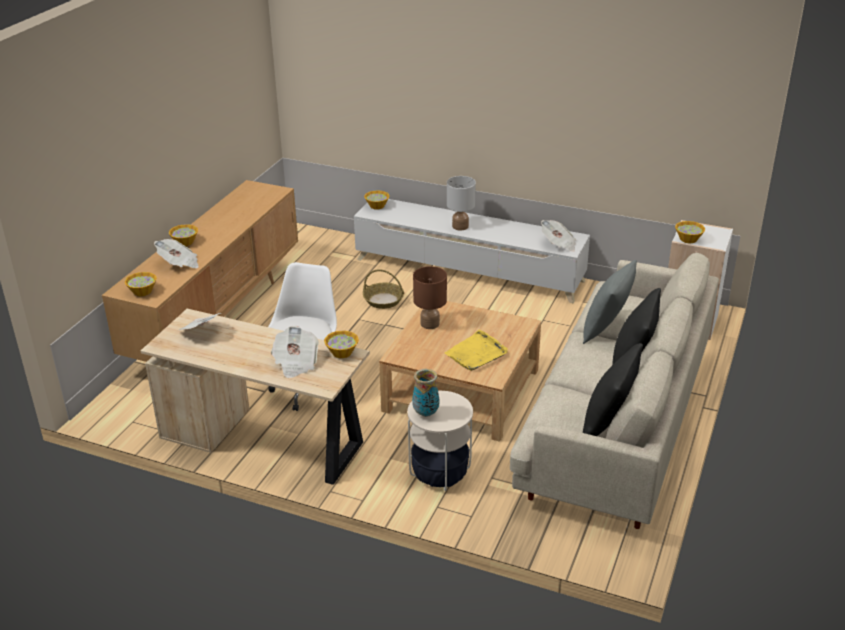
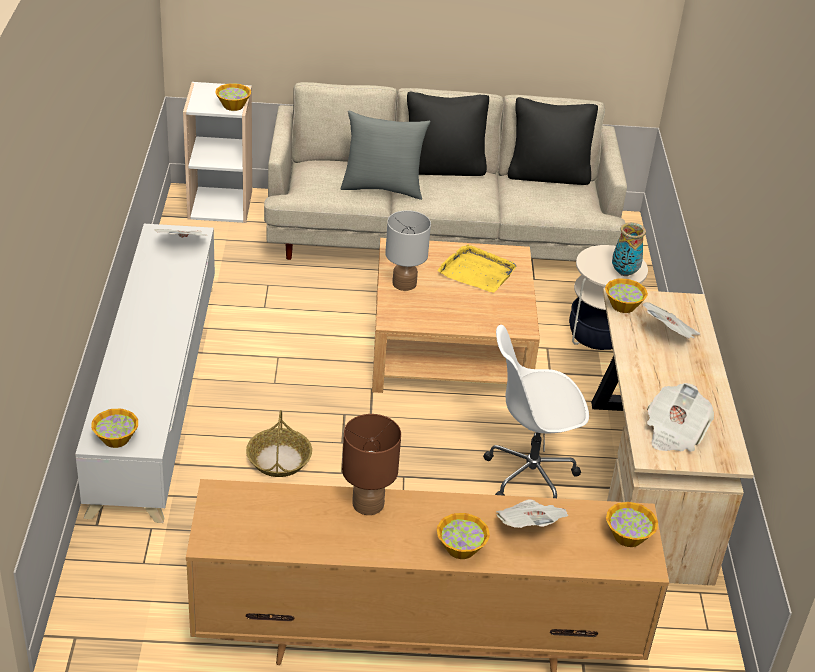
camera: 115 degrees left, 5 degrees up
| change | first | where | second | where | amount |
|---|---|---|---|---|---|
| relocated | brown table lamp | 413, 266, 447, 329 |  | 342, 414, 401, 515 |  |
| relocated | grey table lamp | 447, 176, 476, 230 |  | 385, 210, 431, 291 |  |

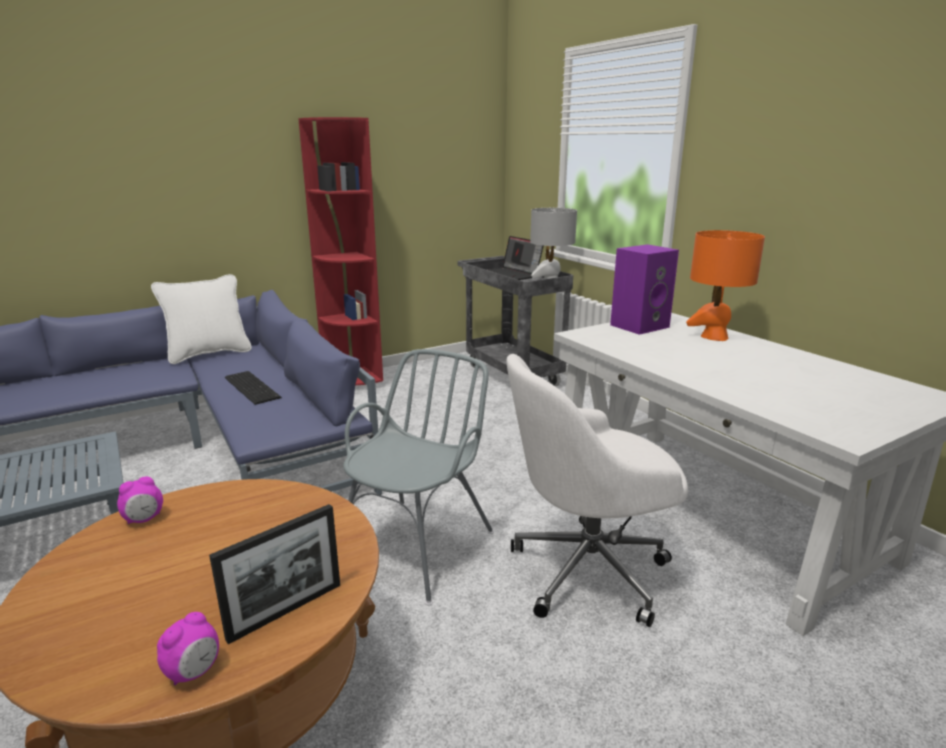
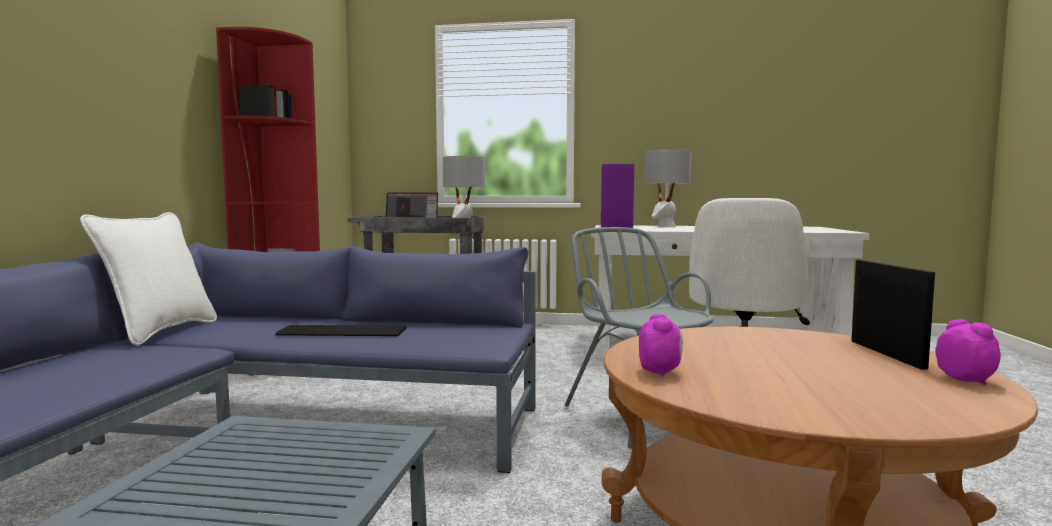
camera: 50 degrees left, 15 degrees down
| change | first | where | second | where | amount |
|---|---|---|---|---|---|
| colour | orange table lamp | 686, 230, 765, 341 | grey table lamp | 644, 149, 691, 227 |  |

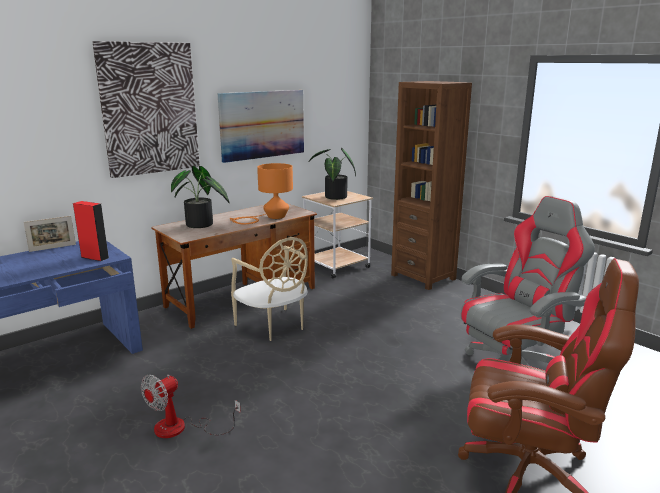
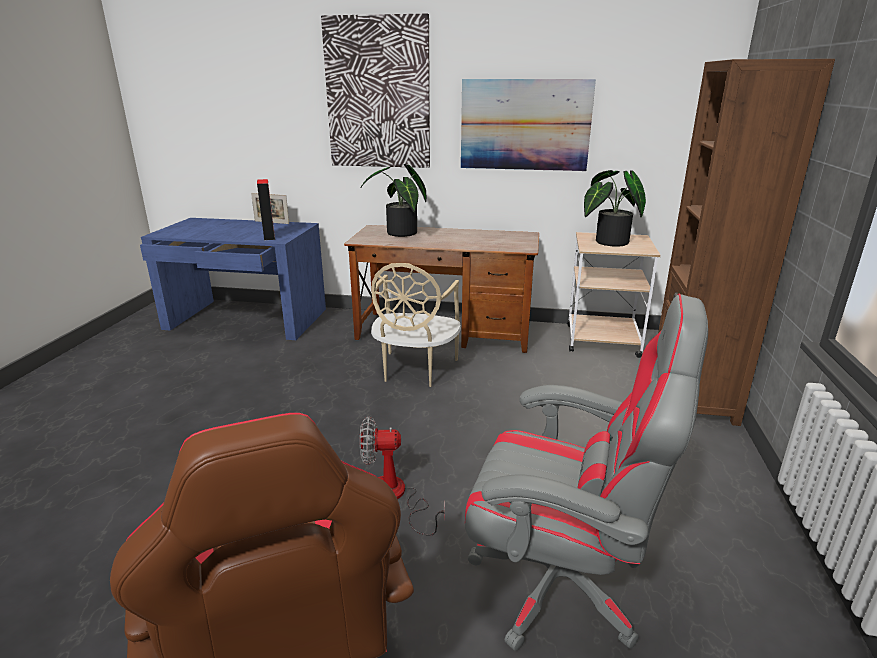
camera: 50 degrees right, 5 degrees up
| change | first | where | second | where | amount |
|---|---|---|---|---|---|
| missing | orange table lamp | 230, 163, 293, 224 |  |  |  |
| relocated | fan | 141, 375, 241, 438 |  | 360, 416, 445, 536 |  |

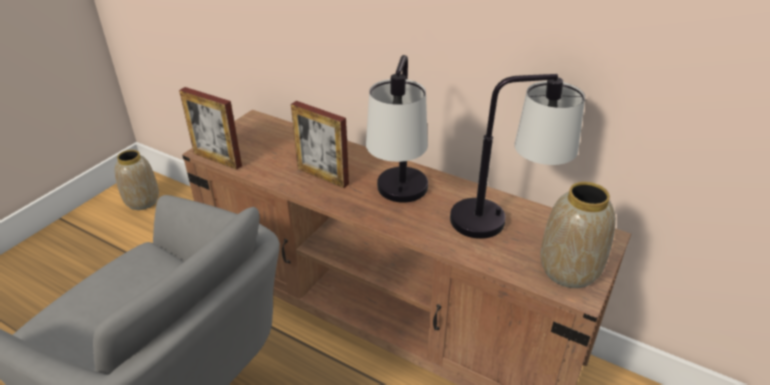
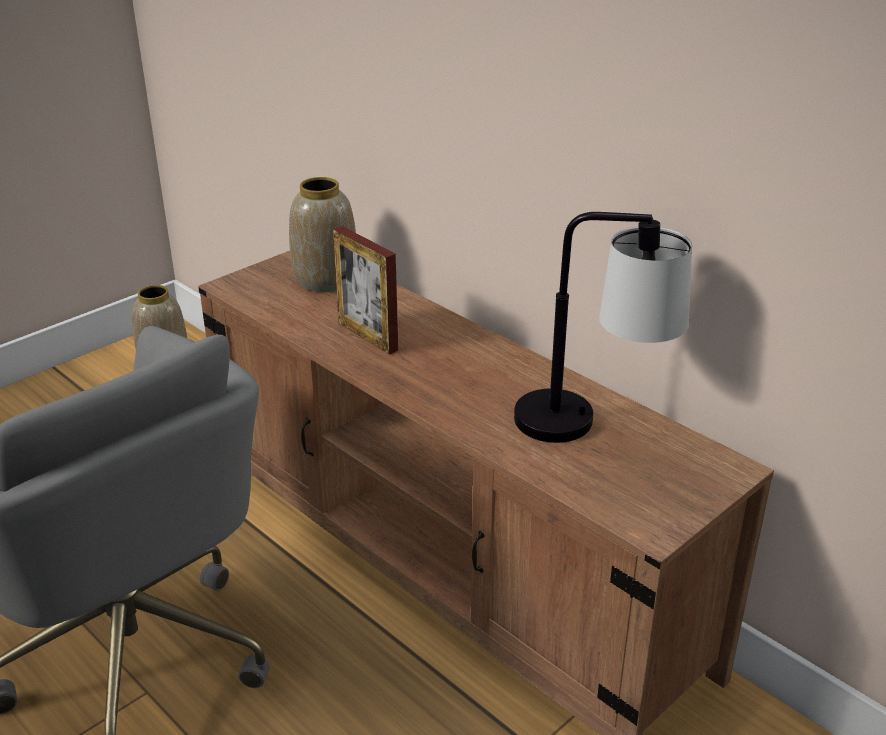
camera: 15 degrees right, 5 degrees down
| change | first | where | second | where | amount |
|---|---|---|---|---|---|
| missing | picture frame | 179, 87, 242, 170 |  |  |  |
| missing | table lamp | 366, 55, 428, 203 |  |  |  |
| relocated | vase | 540, 182, 616, 288 |  | 289, 177, 356, 292 |  |

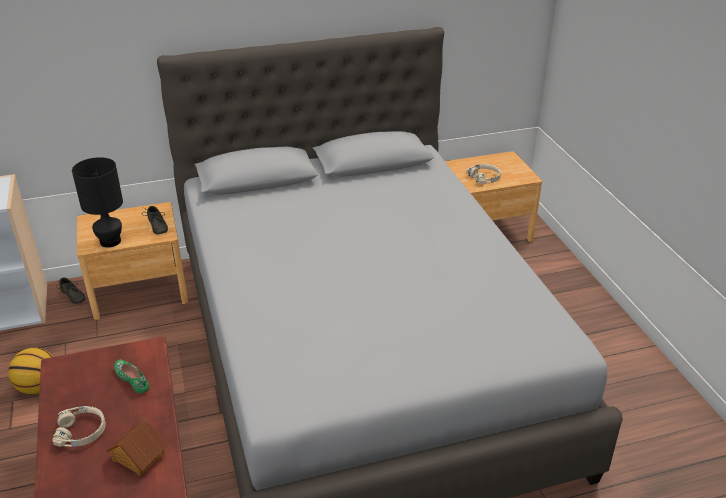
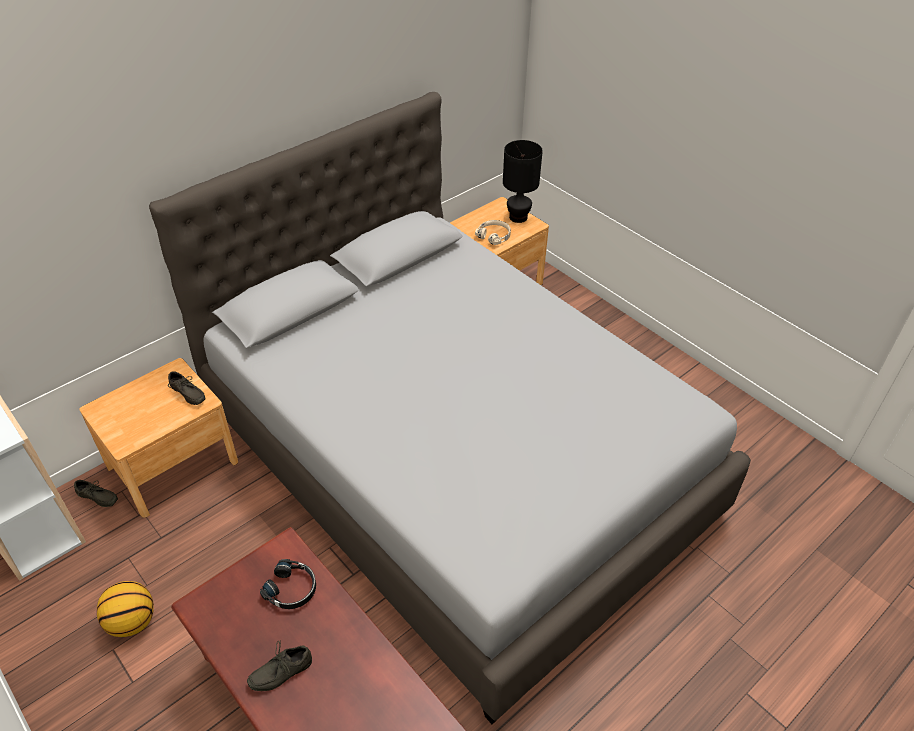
camera: 25 degrees left, 10 degrees up
| change | first | where | second | where | amount |
|---|---|---|---|---|---|
| missing | toy house | 106, 419, 168, 476 |  |  |  |
| relocated | black table lamp | 72, 157, 123, 248 |  | 503, 140, 543, 223 |  |
| exchanged | beige headphones | 52, 406, 106, 447 | grey shoe | 247, 640, 312, 691 |  |
| exchanged | green shoe | 114, 360, 149, 394 | black headphones | 260, 559, 316, 609 |  |

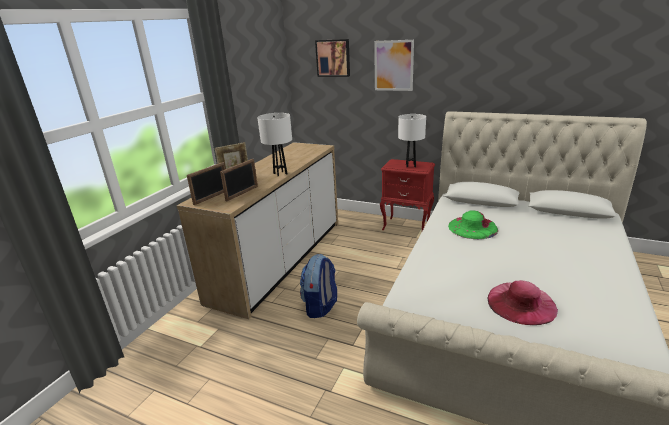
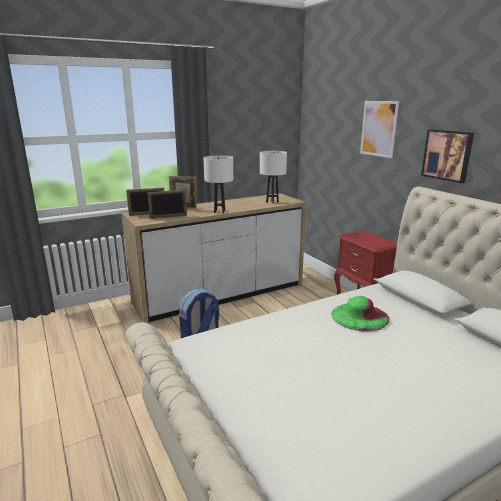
camera: 35 degrees right, 5 degrees down
| change | first | where | second | where | amount |
|---|---|---|---|---|---|
| missing | pink hat | 487, 280, 558, 325 |  |  |  |
| relocated | picture | 315, 39, 350, 77 |  | 421, 129, 474, 183 |  |
| relocated | white table lamp | 398, 114, 426, 167 |  | 260, 151, 287, 204 |  |

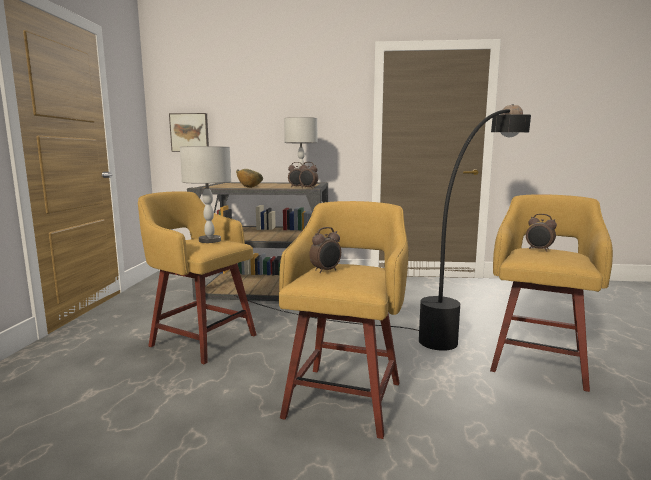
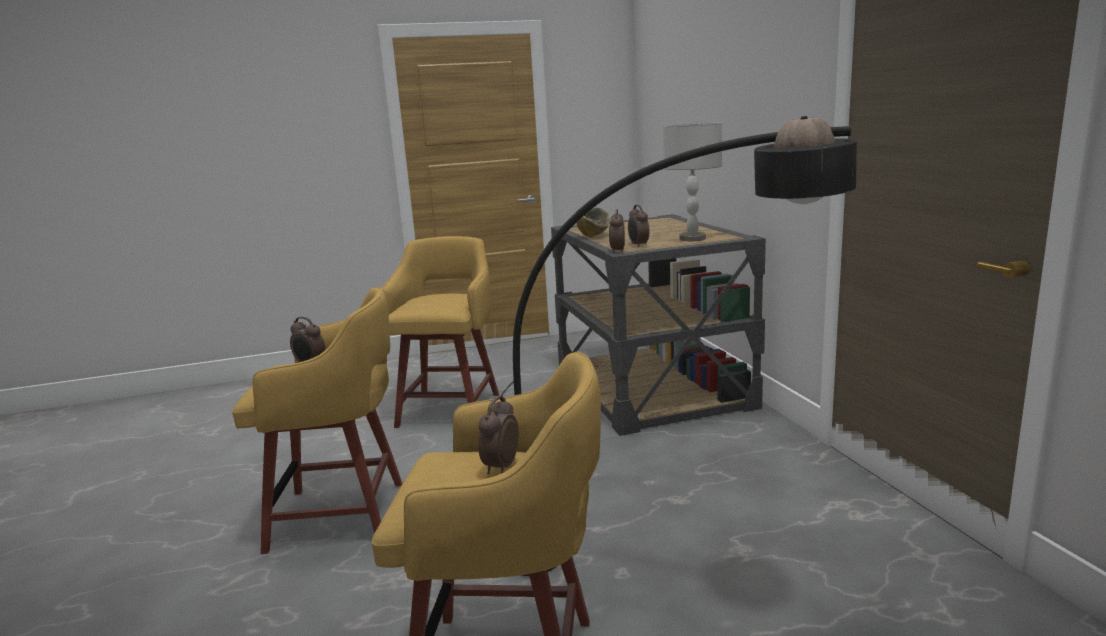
camera: 70 degrees right, 5 degrees up
| change | first | where | second | where | amount |
|---|---|---|---|---|---|
| missing | picture | 169, 113, 209, 152 |  |  |  |
| missing | grey table lamp | 180, 146, 231, 243 |  |  |  |

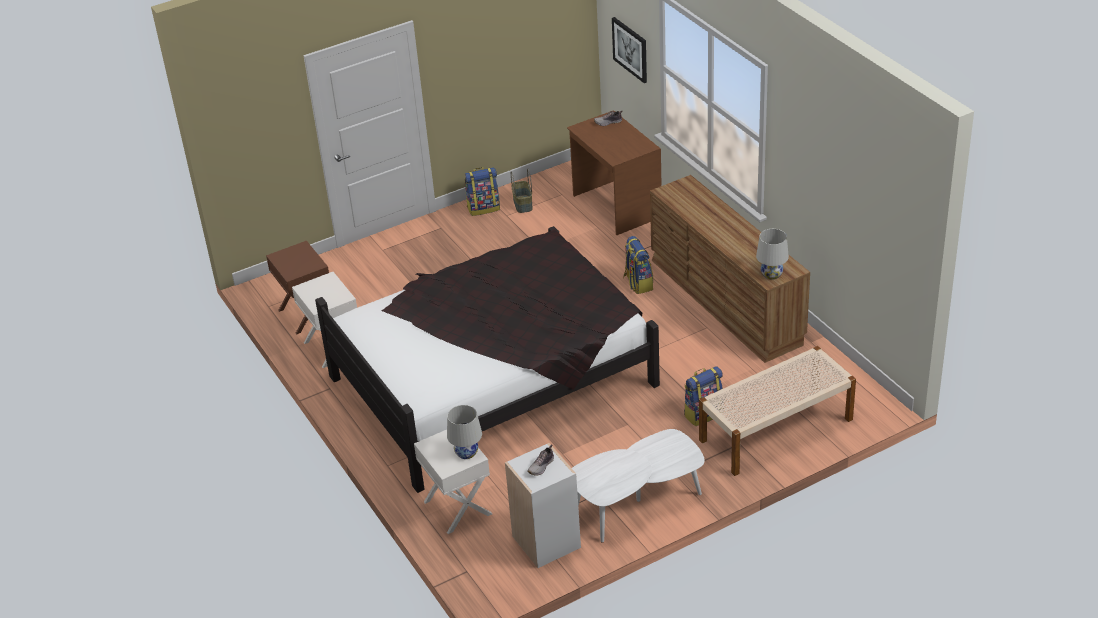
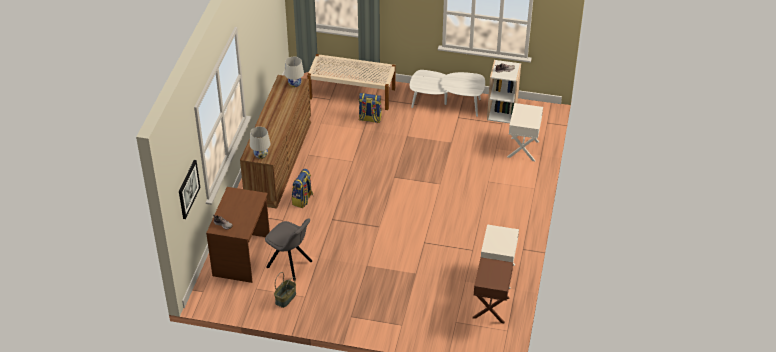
camera: 140 degrees left, 5 degrees up
| change | first | where | second | where | amount |
|---|---|---|---|---|---|
| missing | black bed | 315, 226, 660, 493 |  |  |  |
| missing | backpack | 464, 167, 500, 216 |  |  |  |
| appeared |  |  | grey chair | 265, 218, 312, 280 |  |
| relocated | white table lamp | 447, 405, 482, 459 |  | 250, 127, 271, 159 |  |

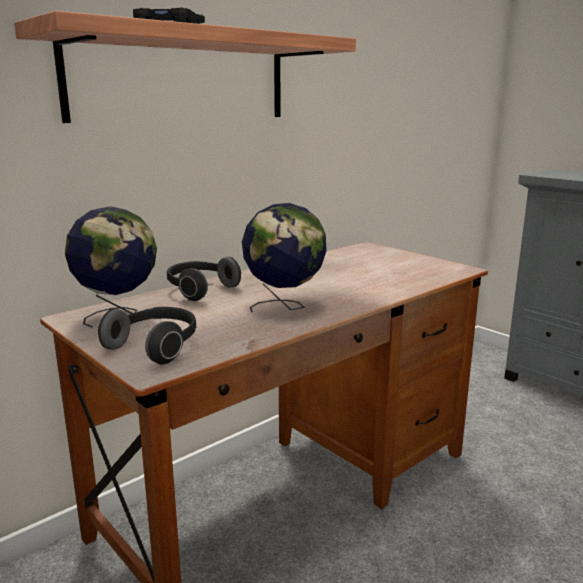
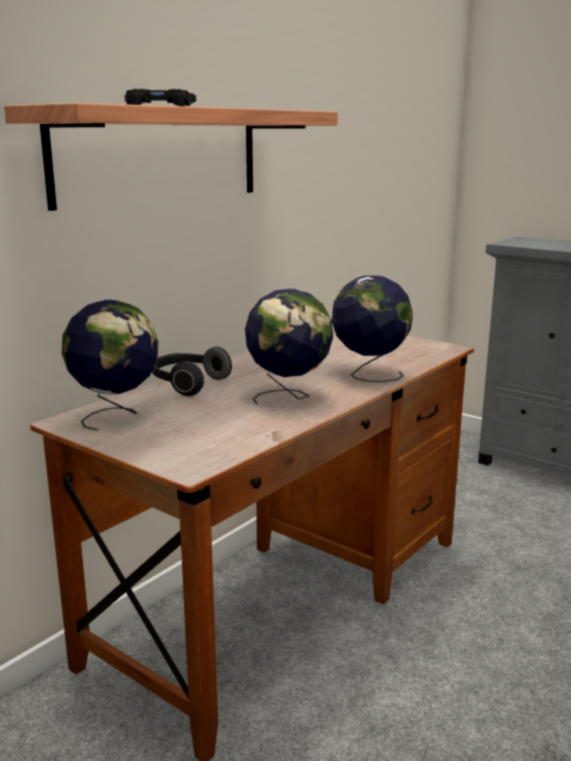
camera: 10 degrees left, 0 degrees up
| change | first | where | second | where | amount |
|---|---|---|---|---|---|
| missing | headphones | 98, 307, 196, 365 |  |  |  |
| appeared |  |  | globe | 332, 275, 413, 382 |  |

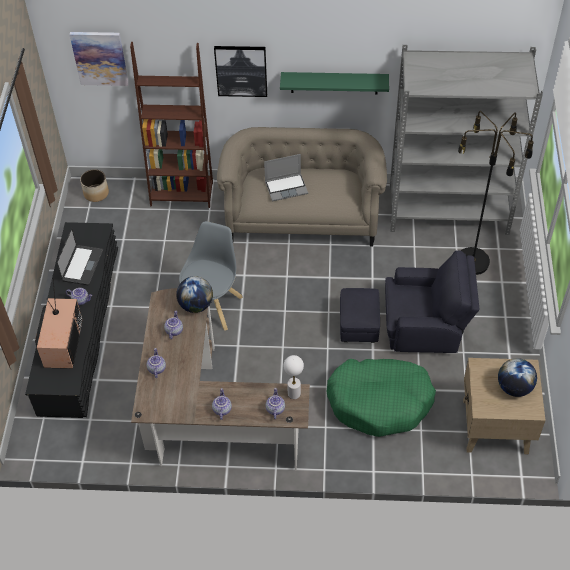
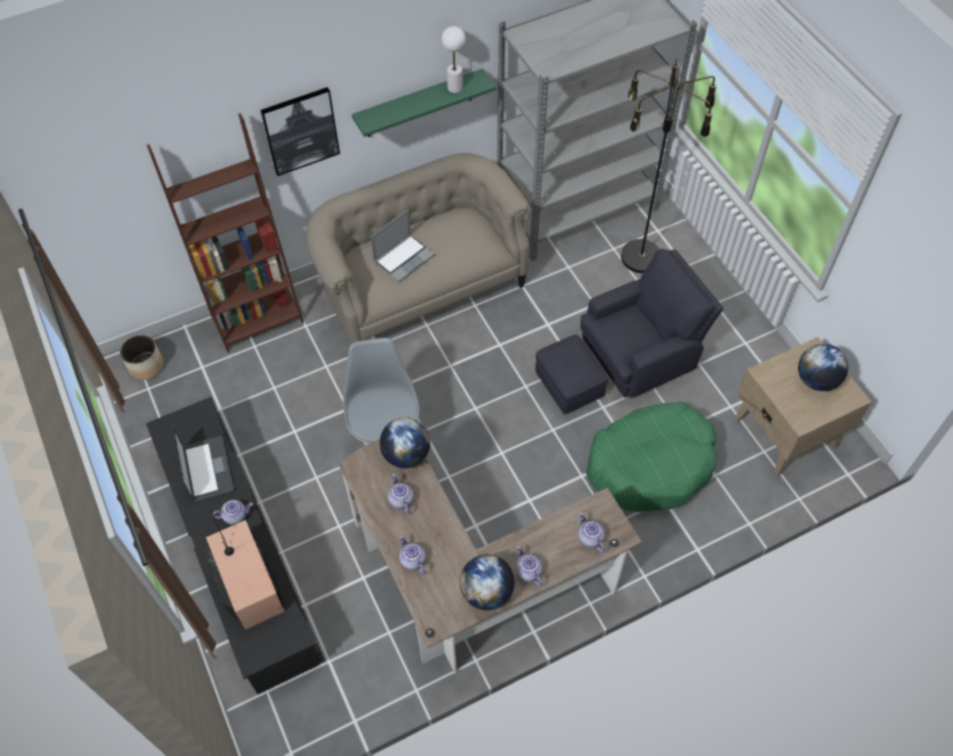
camera: 30 degrees left, 5 degrees up
| change | first | where | second | where | amount |
|---|---|---|---|---|---|
| missing | picture | 69, 32, 129, 86 |  |  |  |
| appeared |  |  | globe | 460, 554, 515, 610 |  |
| relocated | white table lamp | 283, 355, 304, 399 |  | 441, 26, 465, 93 |  |

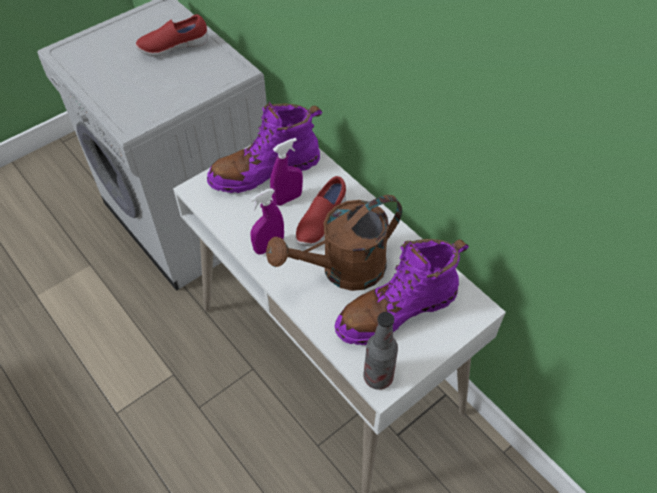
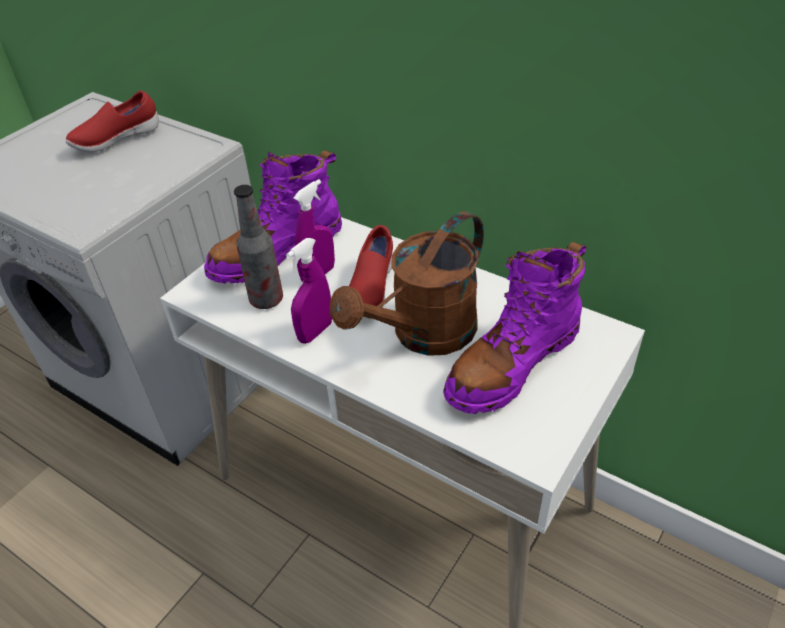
camera: 15 degrees left, 10 degrees down
| change | first | where | second | where | amount |
|---|---|---|---|---|---|
| relocated | bottle | 364, 312, 398, 390 |  | 234, 185, 283, 309 |  |

